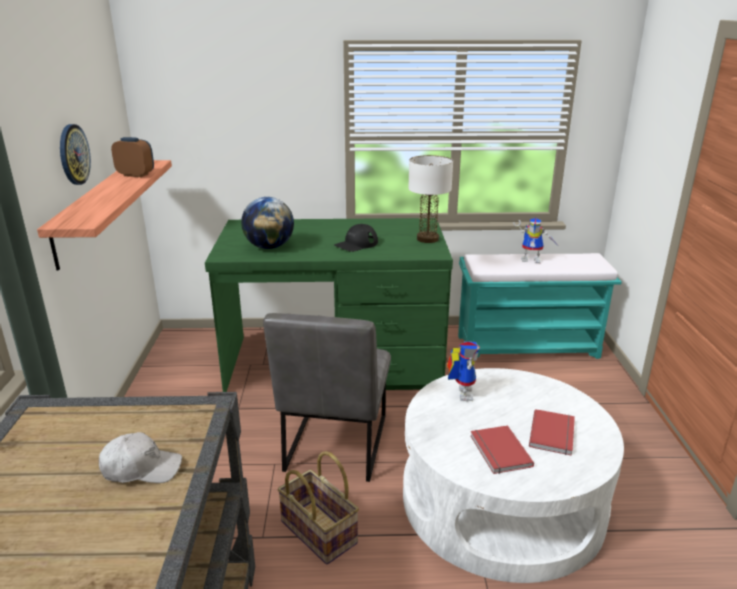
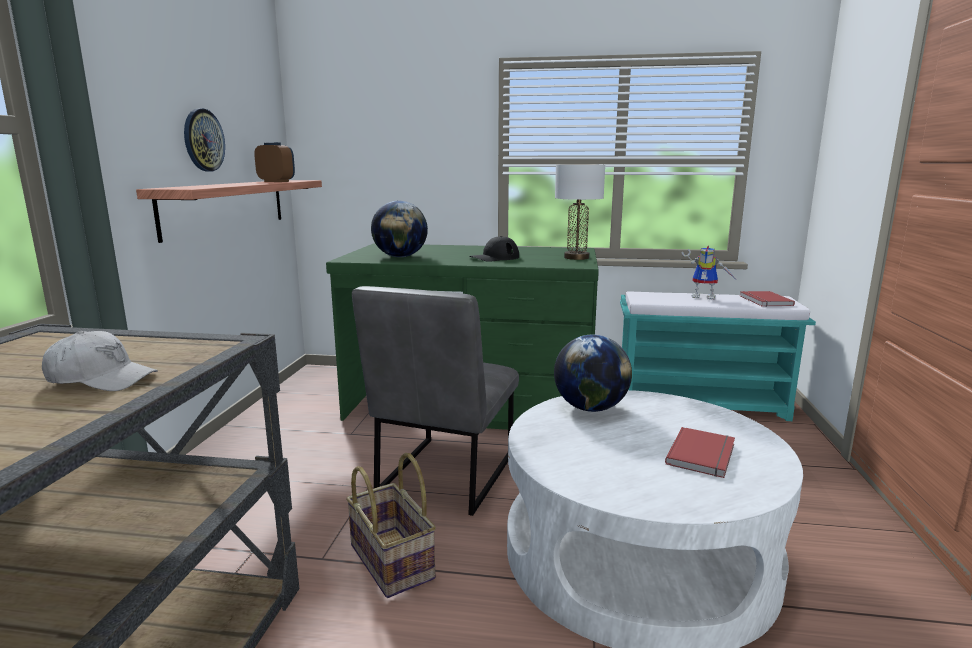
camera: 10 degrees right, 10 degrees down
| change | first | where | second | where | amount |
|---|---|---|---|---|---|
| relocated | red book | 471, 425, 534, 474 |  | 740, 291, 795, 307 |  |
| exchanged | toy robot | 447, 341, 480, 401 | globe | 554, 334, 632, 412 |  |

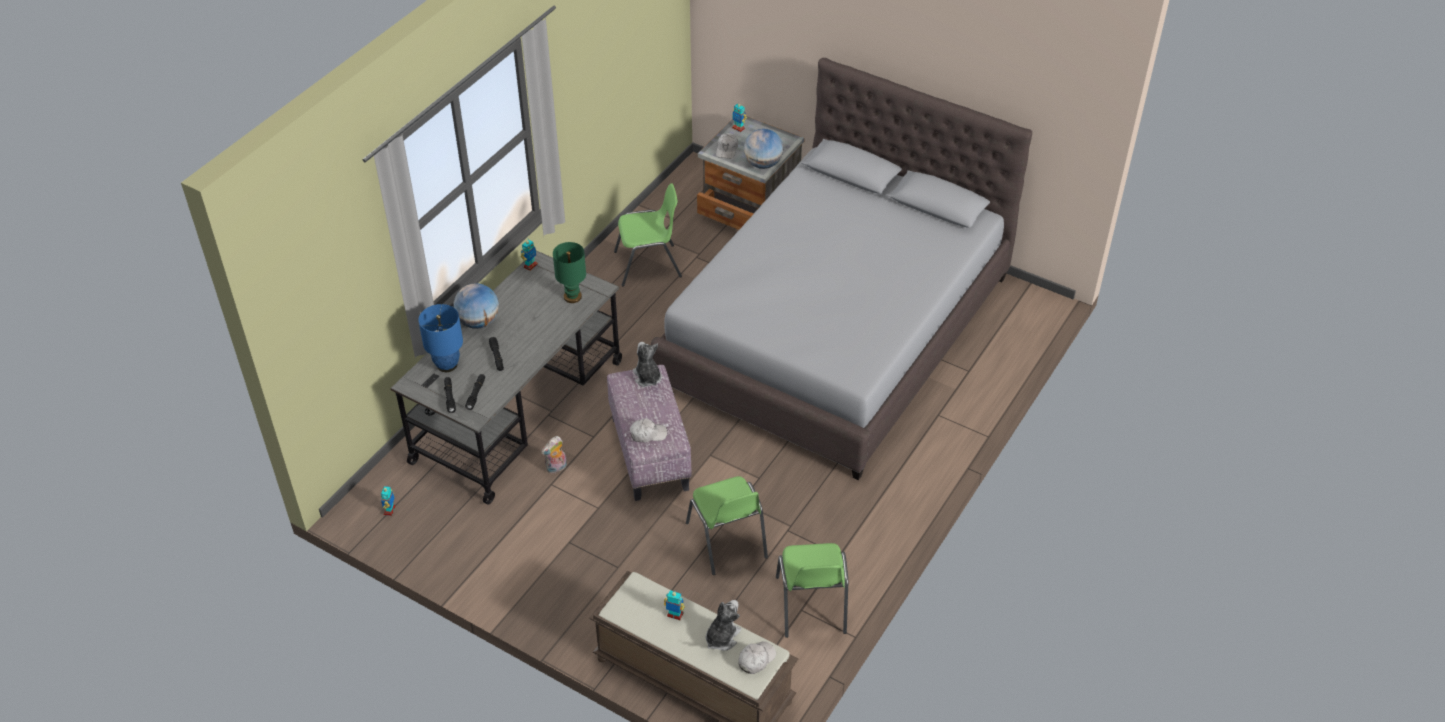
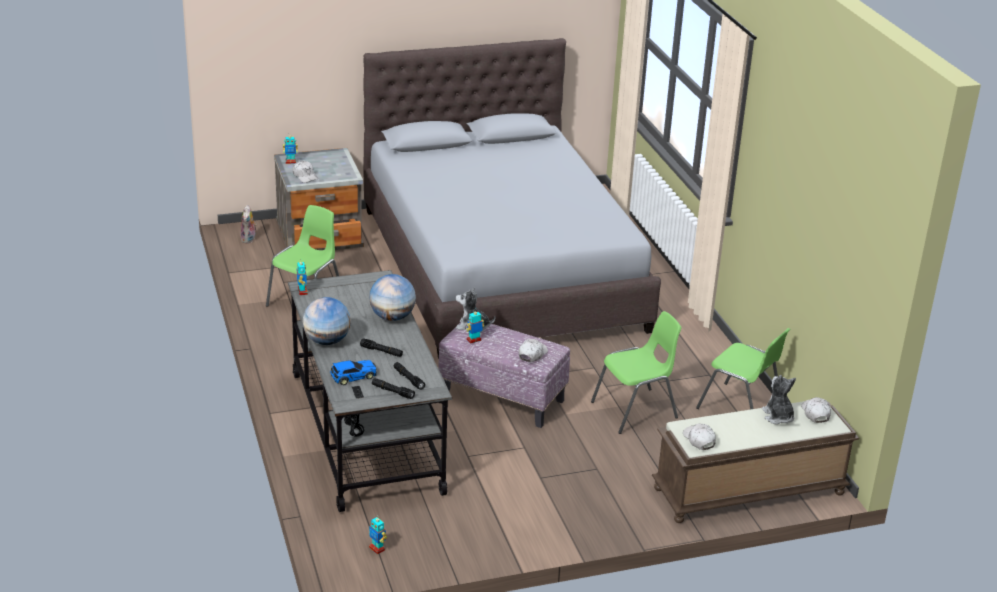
camera: 50 degrees left, 15 degrees down
| change | first | where | second | where | amount |
|---|---|---|---|---|---|
| missing | green table lamp | 553, 242, 586, 303 |  |  |  |
| appeared |  |  | white cap | 683, 424, 716, 450 |  |
| relocated | plush toy | 541, 436, 567, 474 |  | 241, 205, 257, 244 |  |
| relocated | toy robot | 664, 590, 685, 620 |  | 466, 309, 484, 344 |  |
| relocated | globe | 744, 129, 783, 169 |  | 369, 274, 416, 321 |  |
| exchanged | blue table lamp | 418, 304, 463, 372 | toy car | 330, 360, 377, 385 |  |
| spun | green chair | 686, 476, 768, 575 |  | 591, 311, 681, 434 | 45 degrees counterclockwise |

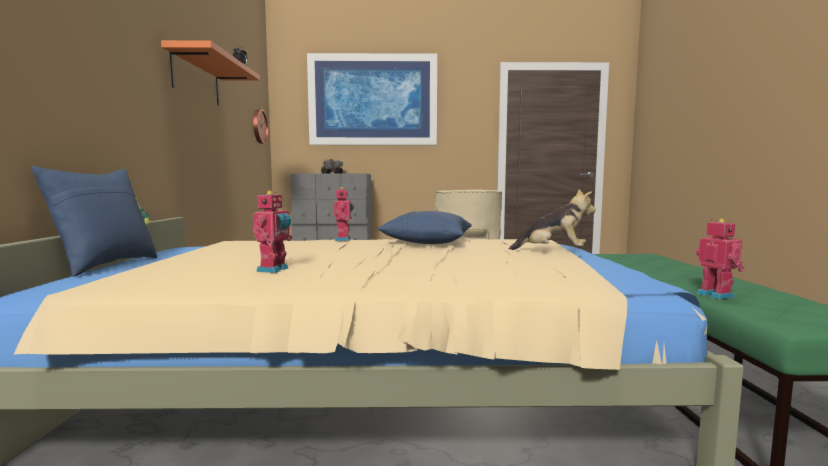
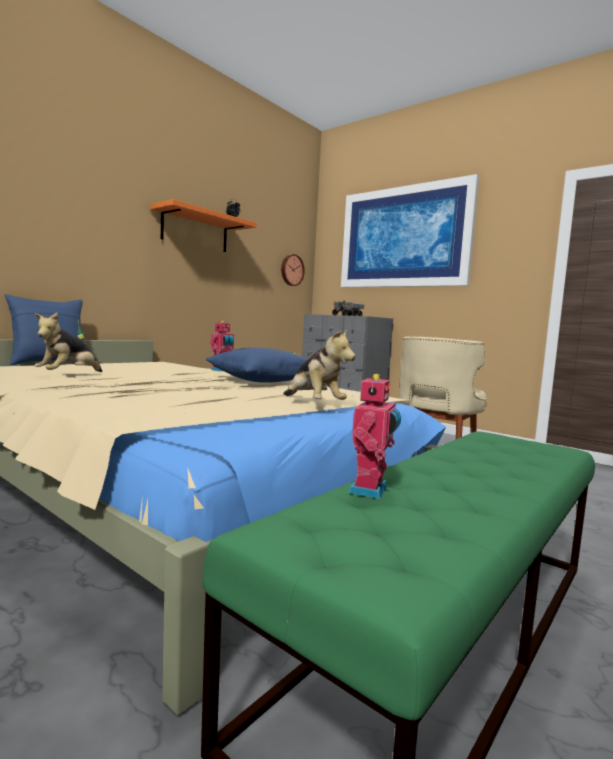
camera: 40 degrees right, 0 degrees up
| change | first | where | second | where | amount |
|---|---|---|---|---|---|
| exchanged | toy robot | 253, 191, 292, 273 | plush toy | 35, 312, 102, 372 |  |

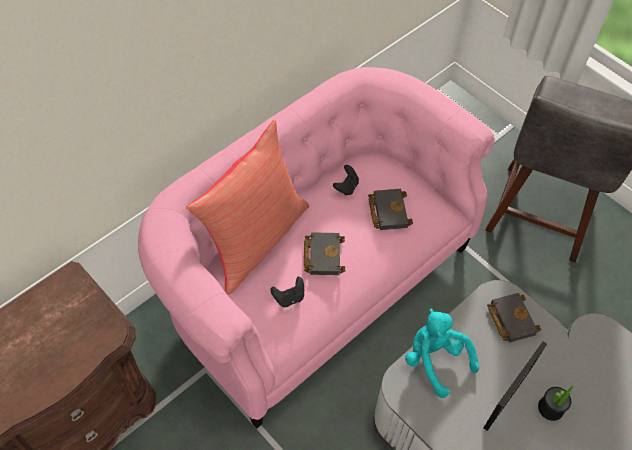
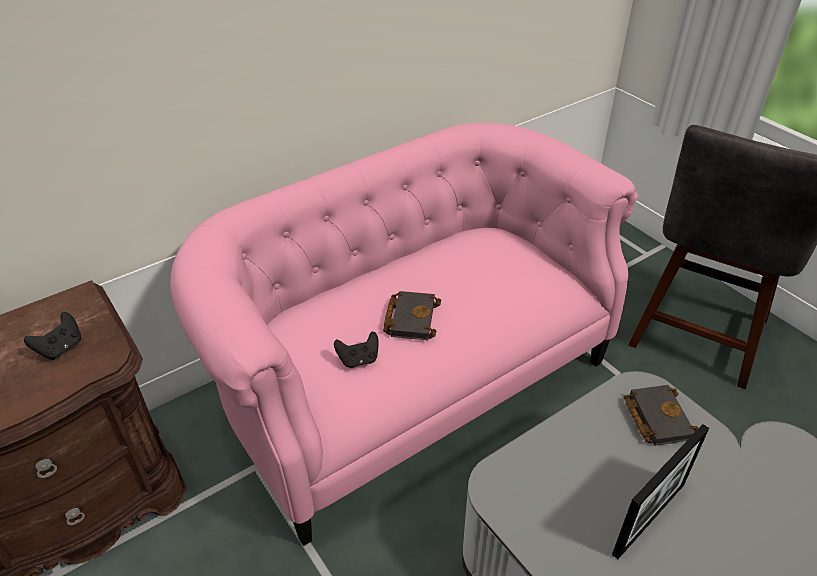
camera: 10 degrees right, 15 degrees down
| change | first | where | second | where | amount |
|---|---|---|---|---|---|
| missing | red pillow | 186, 120, 310, 295 |  |  |  |
| missing | black book | 368, 189, 413, 230 |  |  |  |
| missing | turquoise plush toy | 405, 308, 479, 398 |  |  |  |
| missing | potted plant | 538, 385, 574, 421 |  |  |  |
| relocated | black game controller | 333, 165, 359, 196 |  | 24, 312, 81, 360 |  |

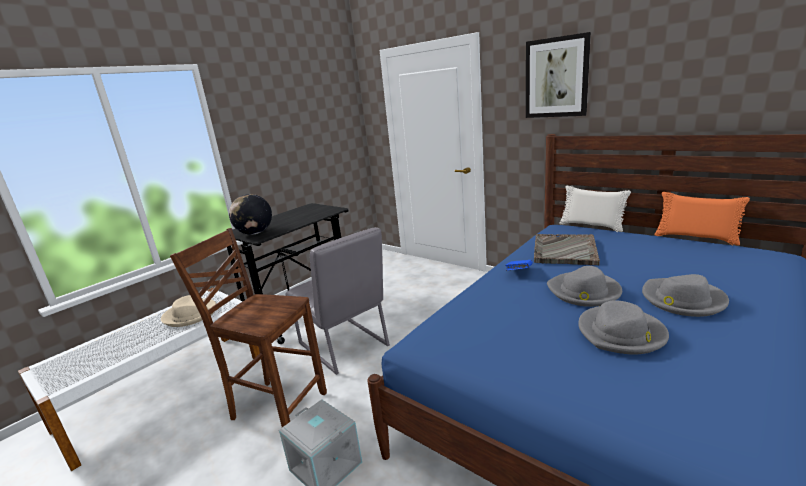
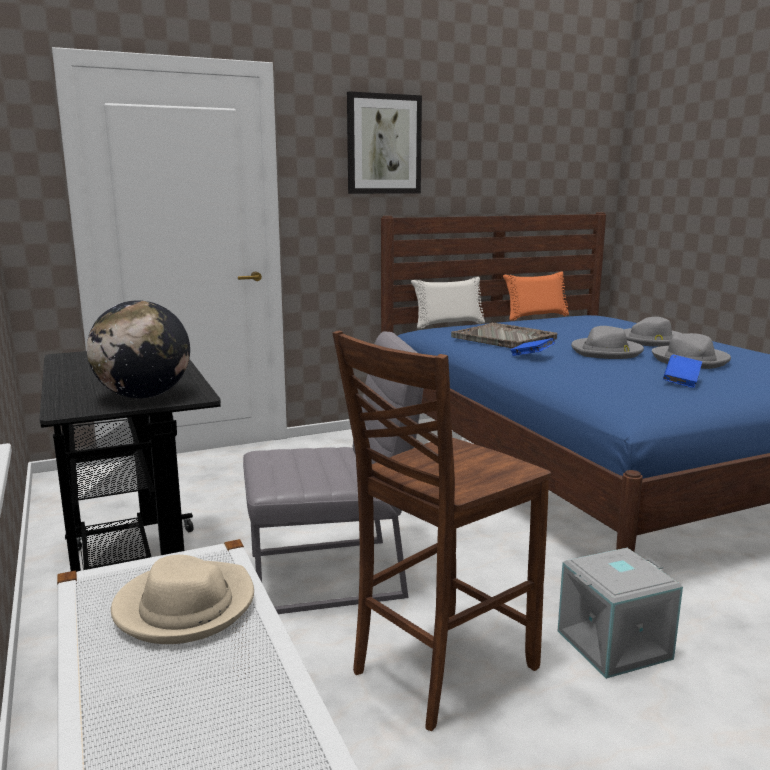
camera: 65 degrees left, 5 degrees down
| change | first | where | second | where | amount |
|---|---|---|---|---|---|
| appeared |  |  | blue book | 663, 355, 702, 388 |  |

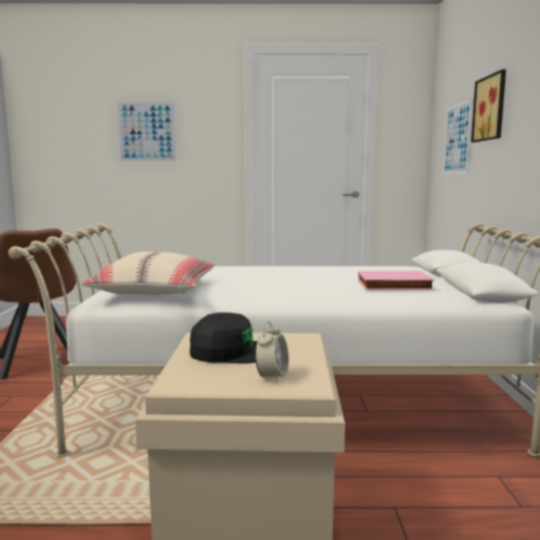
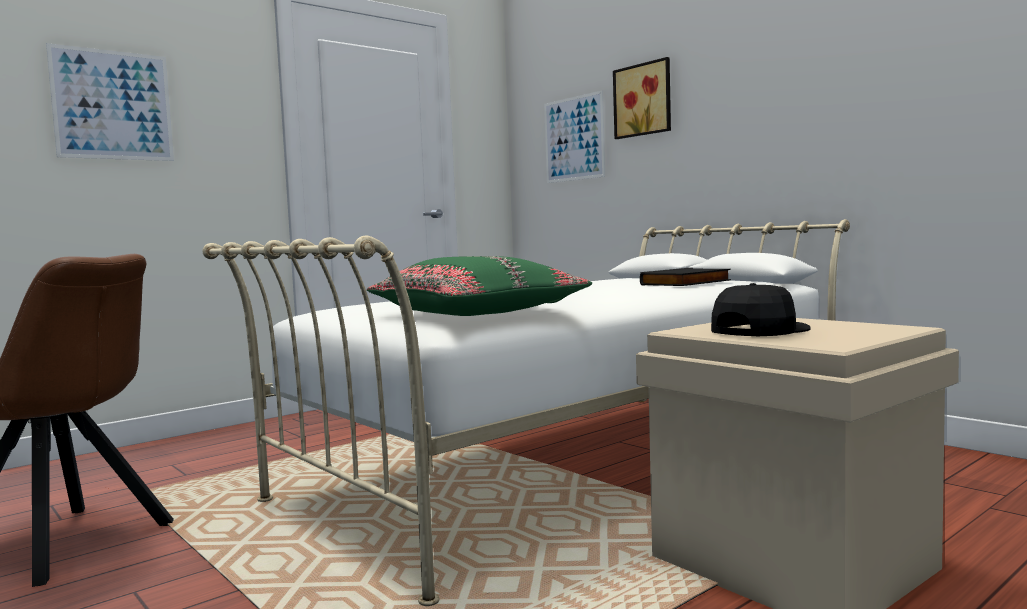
camera: 40 degrees left, 5 degrees down
| change | first | where | second | where | amount |
|---|---|---|---|---|---|
| missing | alarm clock | 255, 321, 289, 382 |  |  |  |
| colour | beige pillow | 81, 252, 215, 295 | green pillow | 367, 256, 592, 316 |  |
| colour | pink book | 358, 271, 435, 290 | black book | 640, 268, 731, 286 |  |

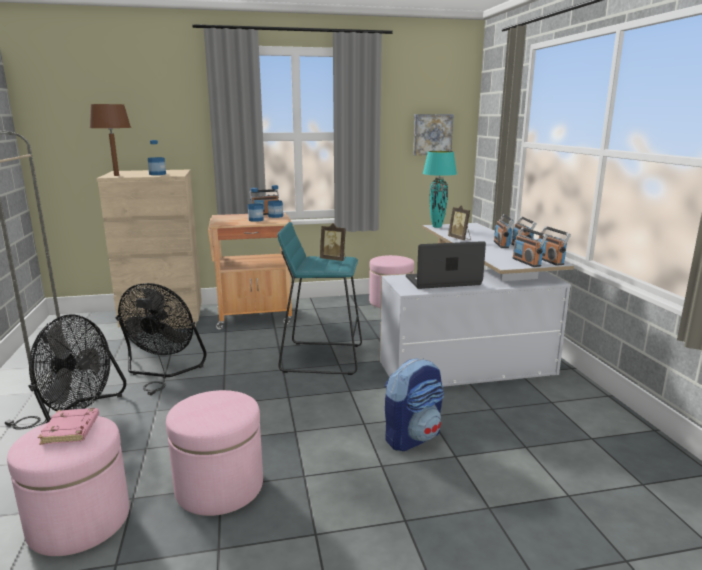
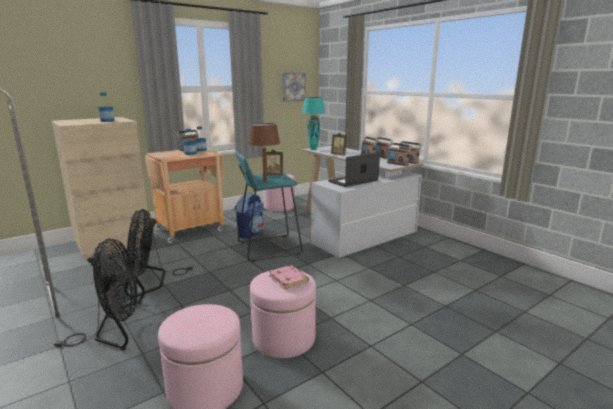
camera: 25 degrees left, 0 degrees up
| change | first | where | second | where | amount |
|---|---|---|---|---|---|
| relocated | pink book | 38, 408, 99, 445 |  | 269, 265, 309, 290 |  |
| relocated | brown table lamp | 90, 104, 131, 176 |  | 248, 123, 280, 182 |  |
| relocated | backpack | 385, 358, 444, 451 |  | 235, 192, 264, 239 |  |
| spun | black fan | 116, 283, 206, 395 |  | 124, 209, 194, 299 | 90 degrees counterclockwise |

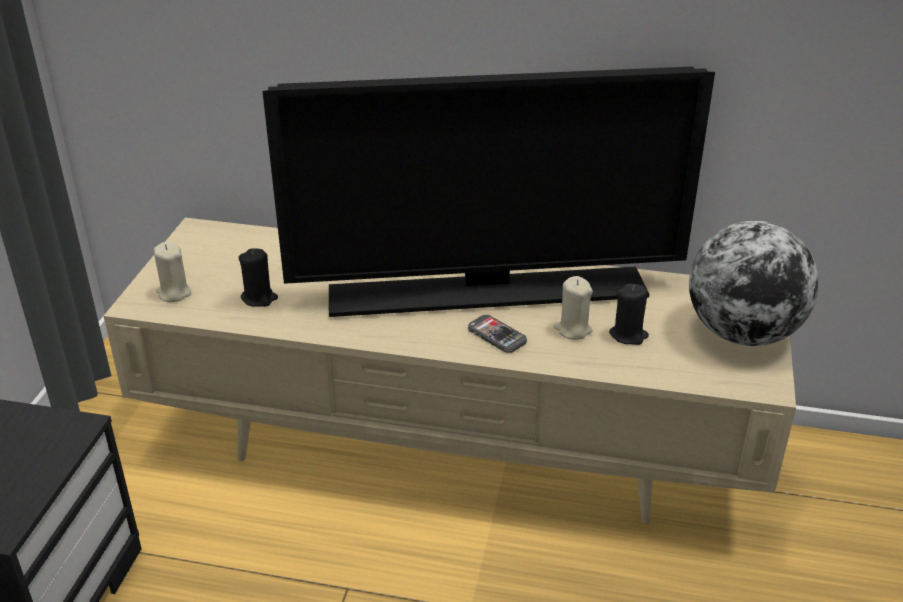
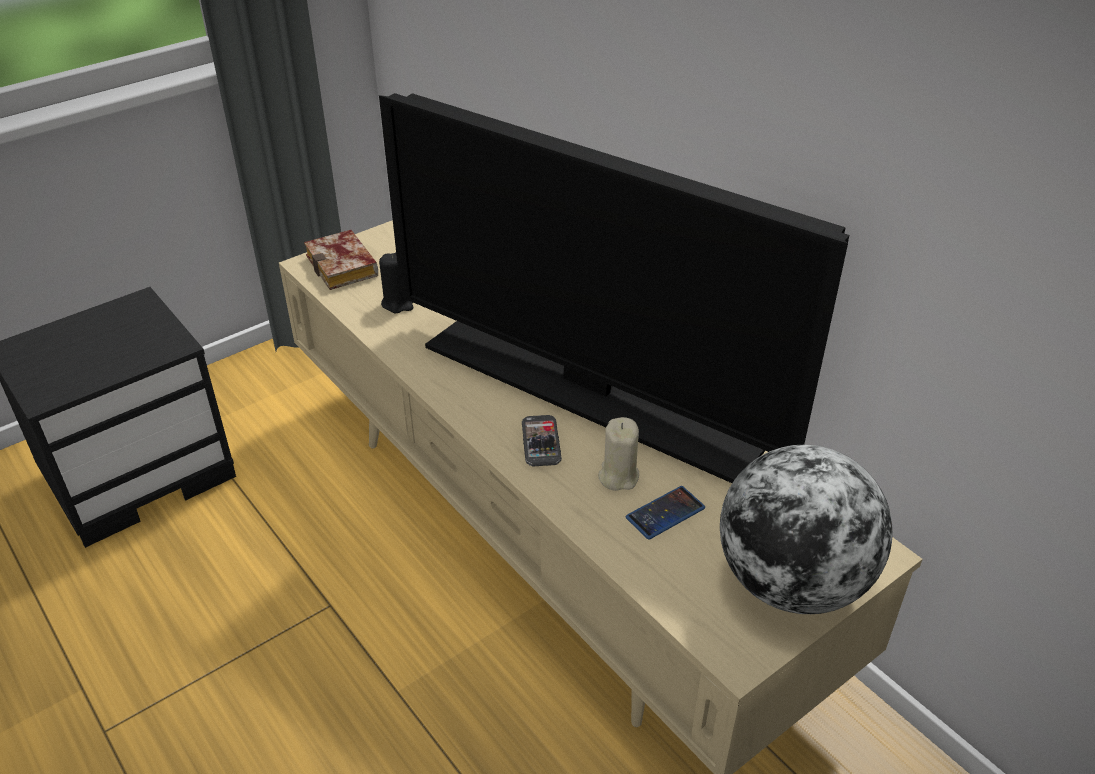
camera: 40 degrees right, 5 degrees up
| change | first | where | second | where | amount |
|---|---|---|---|---|---|
| exchanged | beige candle | 153, 241, 191, 302 | book | 304, 230, 378, 290 |  |
| exchanged | black candle | 609, 283, 649, 345 | phone | 626, 486, 705, 540 |  |

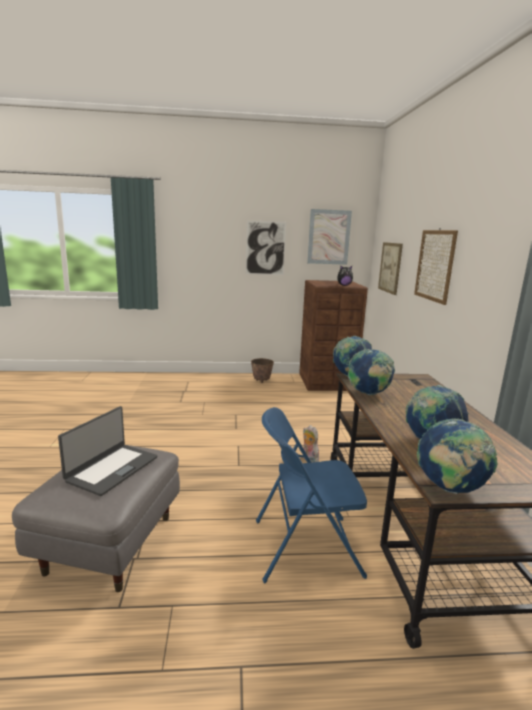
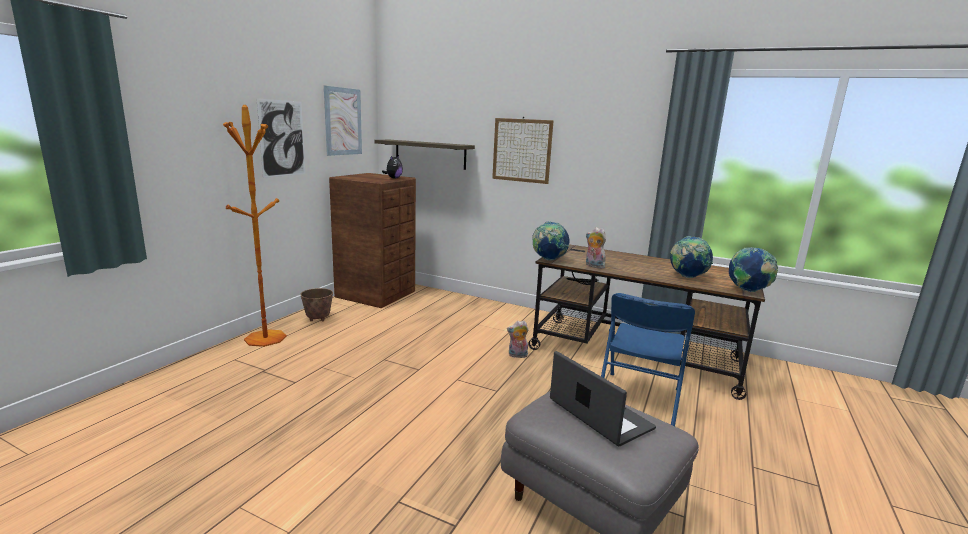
camera: 60 degrees left, 0 degrees up
| change | first | where | second | where | amount |
|---|---|---|---|---|---|
| appeared |  |  | orange clothes rack | 223, 105, 287, 347 |  |
| exchanged | globe | 348, 349, 395, 395 | plush toy | 586, 227, 606, 269 |  |
| exchanged | picture | 378, 242, 403, 295 | shelf | 374, 140, 475, 170 |  |

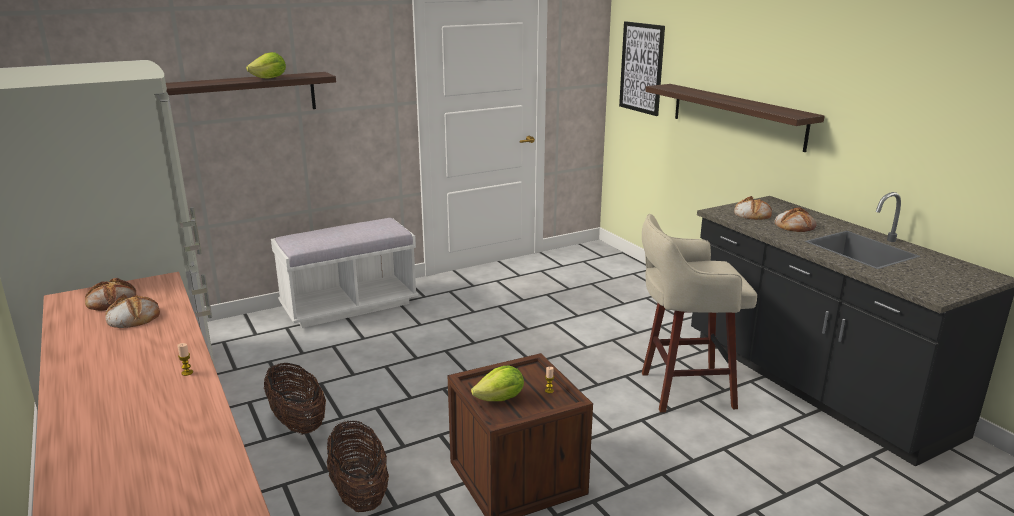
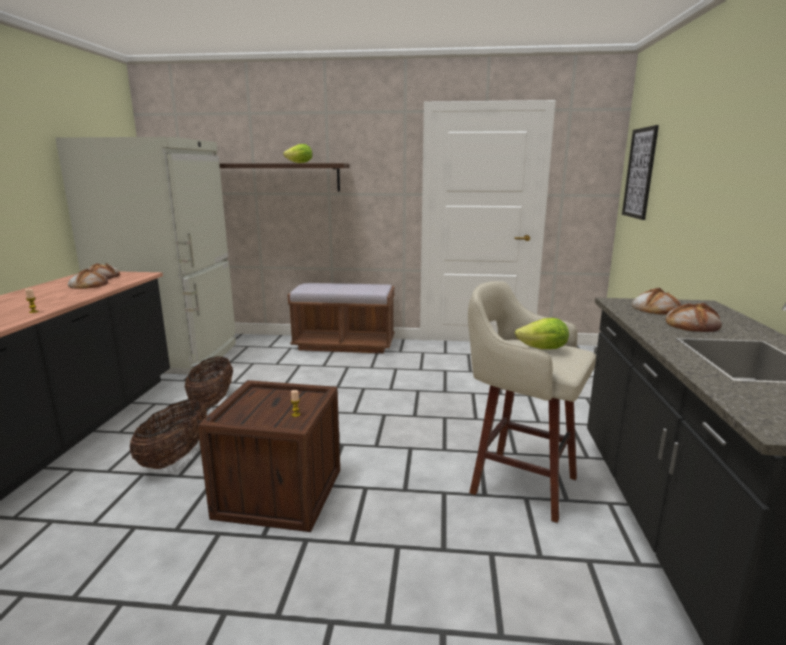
camera: 35 degrees right, 5 degrees down
| change | first | where | second | where | amount |
|---|---|---|---|---|---|
| missing | shelf | 645, 84, 825, 152 |  |  |  |
| relocated | lettuce | 471, 366, 524, 401 |  | 515, 318, 569, 349 |  |
| colour | white bench | 271, 218, 418, 328 | brown bench | 288, 283, 394, 353 |  |

